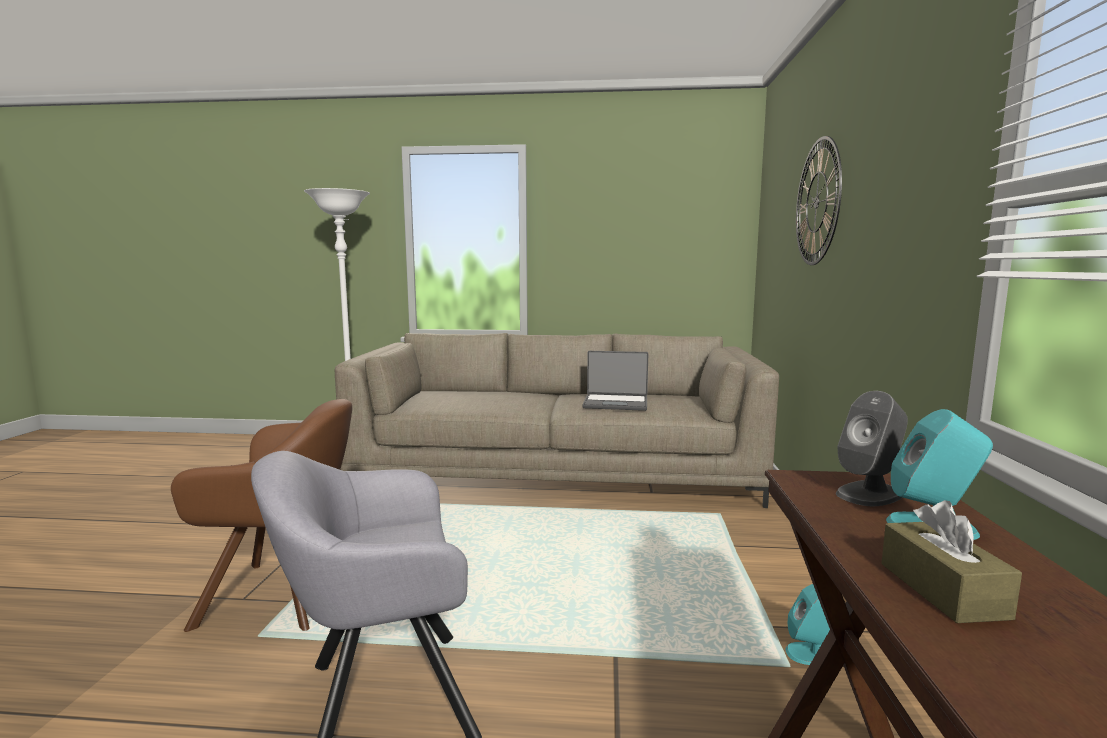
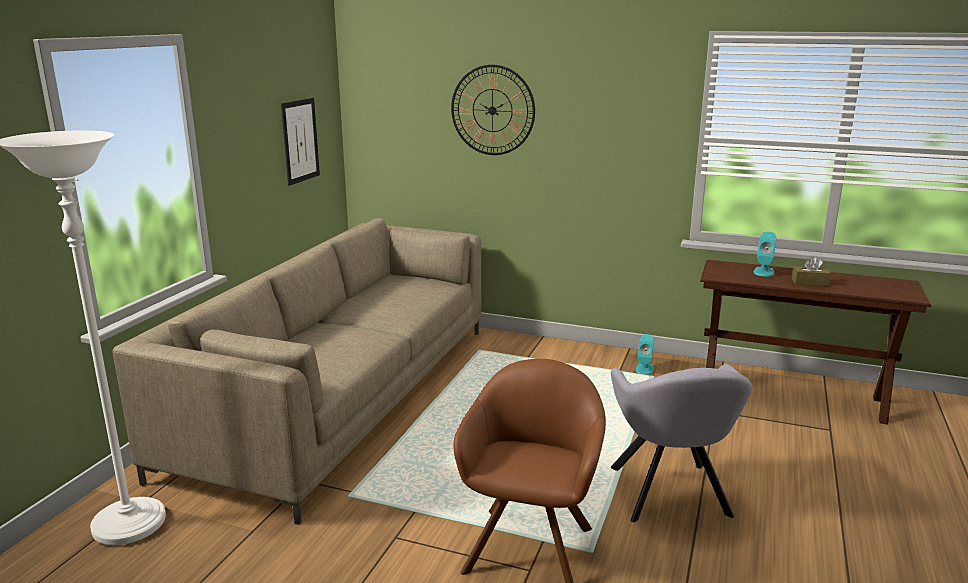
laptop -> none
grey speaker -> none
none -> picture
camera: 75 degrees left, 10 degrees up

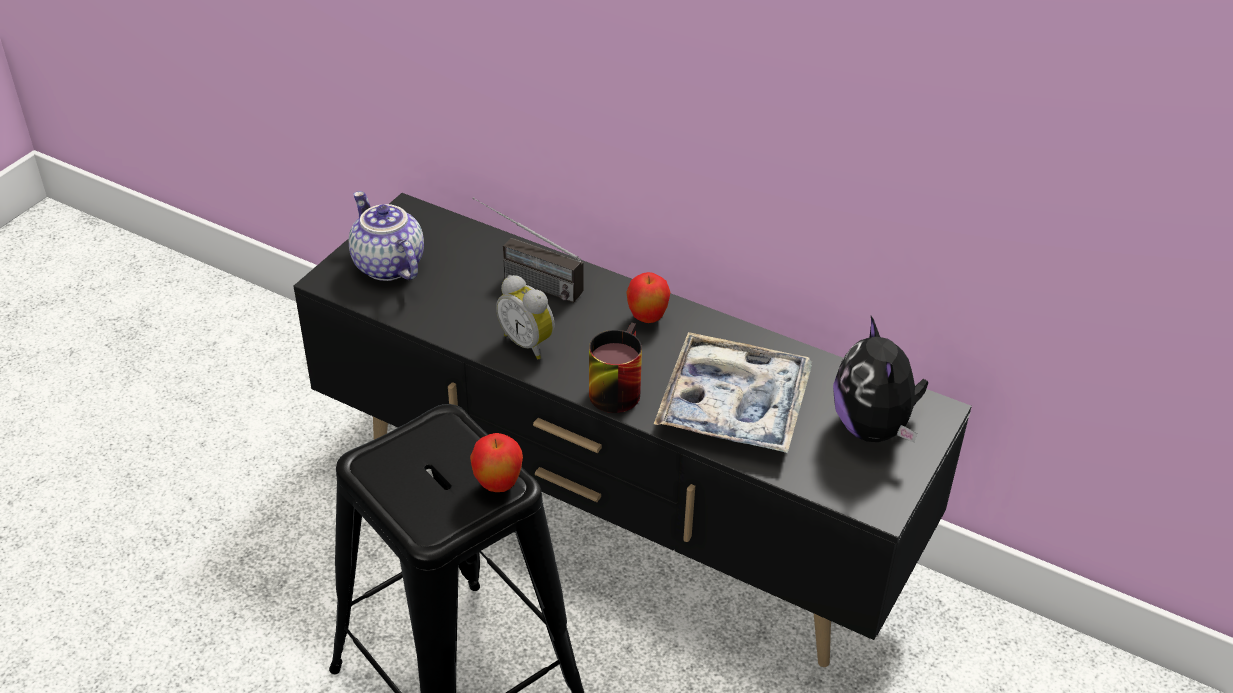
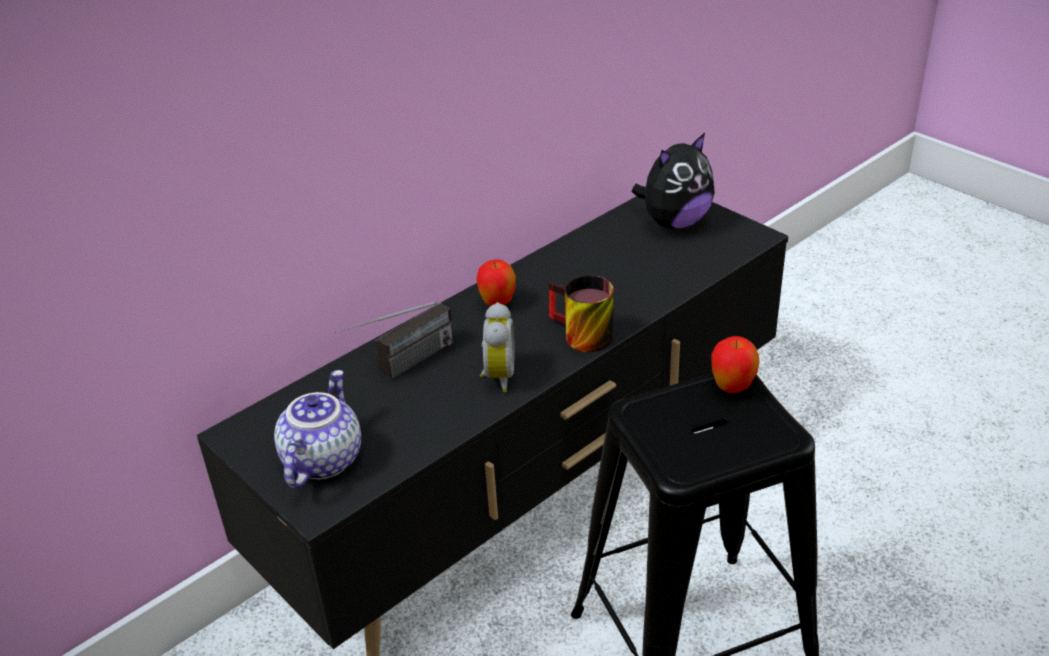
tray -> none
teapot, 120 degrees clockwise
alarm clock, 60 degrees counterclockwise
plush toy, 45 degrees counterclockwise
camera: 70 degrees left, 5 degrees down

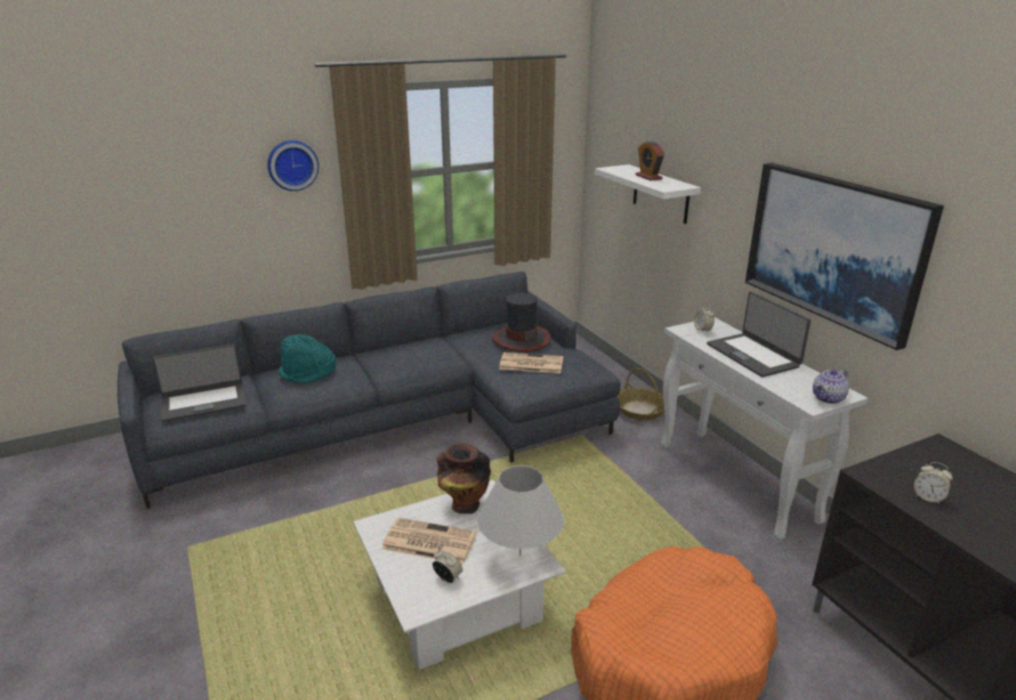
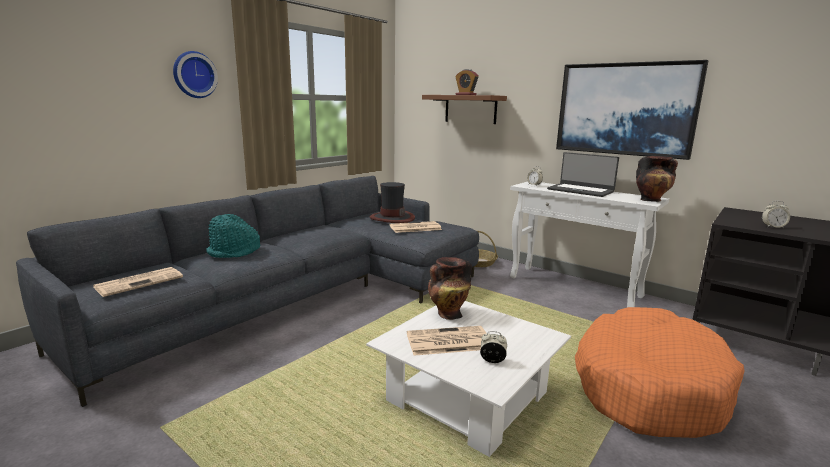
white table lamp -> none
laptop (no. 1 from left) -> newspaper (no. 1 from left)
teapot -> vase (no. 2 from left)
white shelf -> brown shelf
camera: 25 degrees left, 10 degrees down

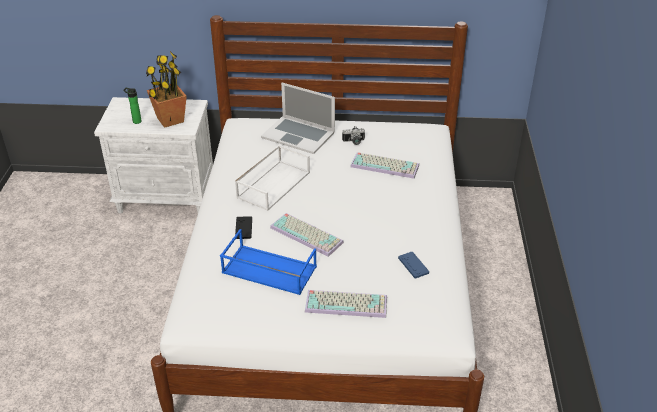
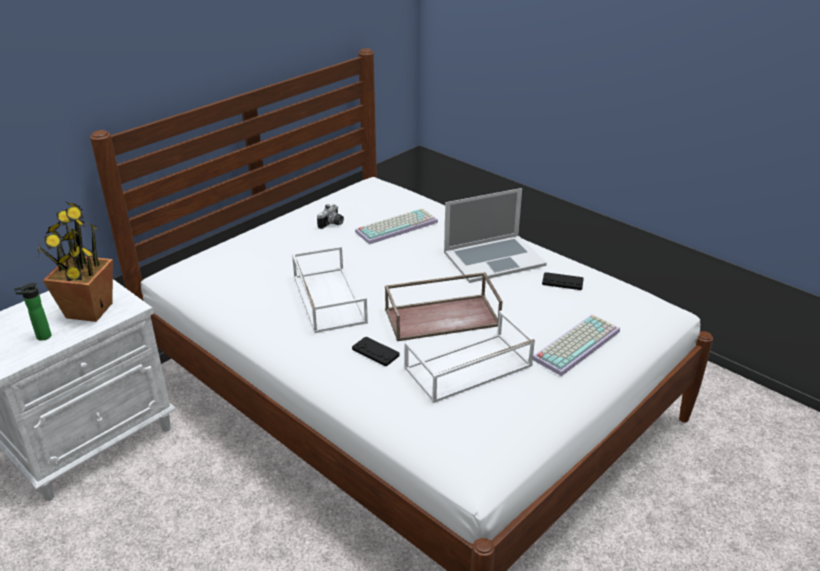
laptop, shifted
keyboard (no. 1 from left) -> brown tray
blue tray -> white tray (no. 2 from left)
blue game controller -> black game controller (no. 2 from left)
camera: 50 degrees left, 5 degrees down

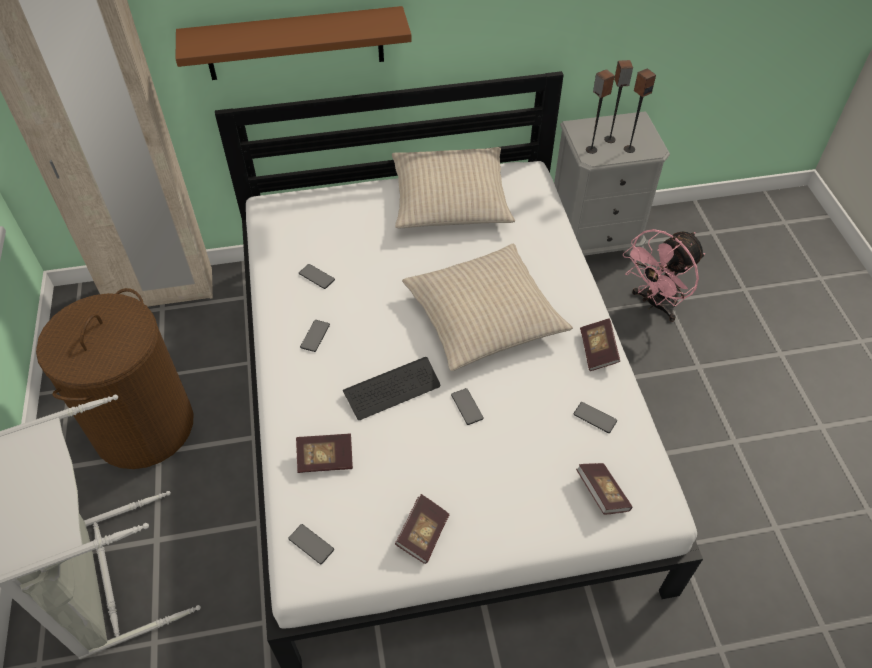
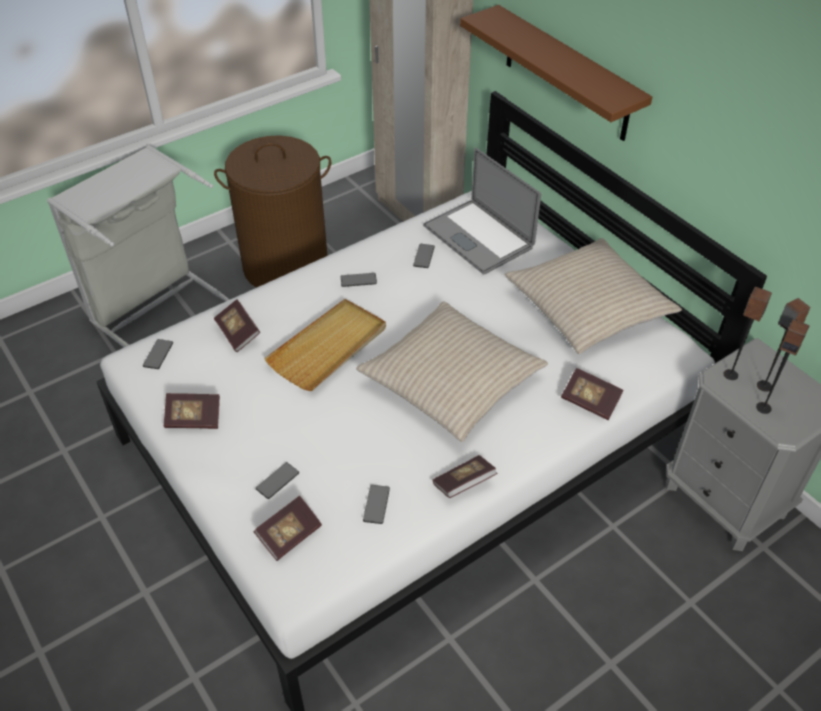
pink fan -> none
none -> laptop
none -> book (no. 5 from left)
phone (no. 4 from left in the first image) -> phone (no. 2 from left), shifted
keyboard -> beige tray
camera: 65 degrees right, 5 degrees down

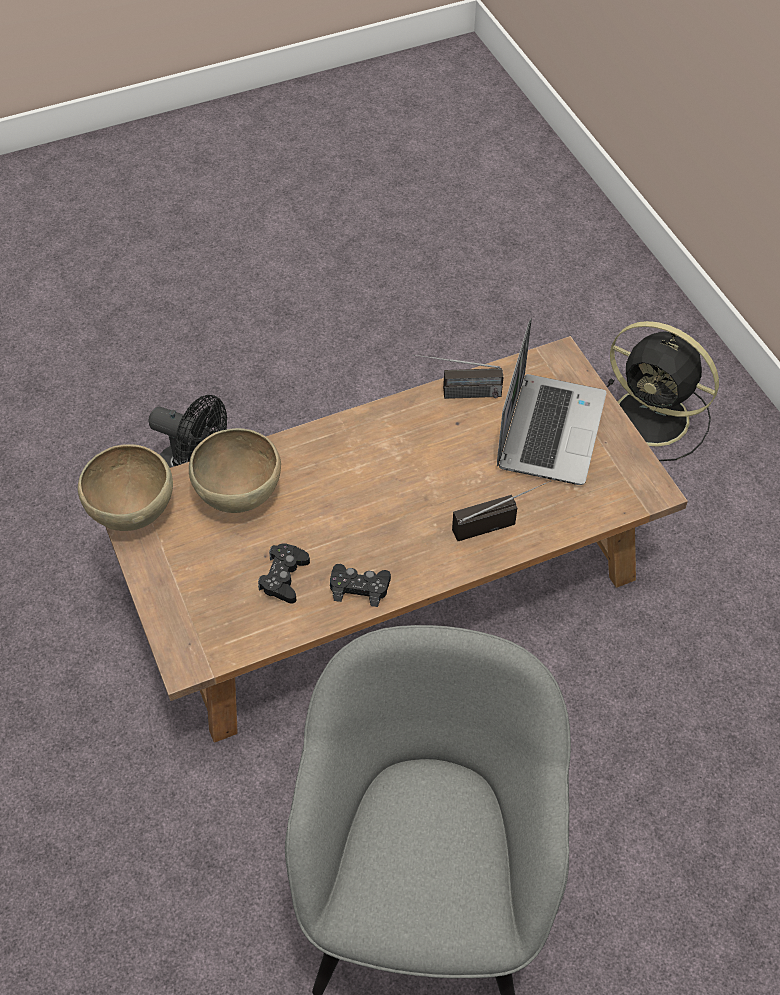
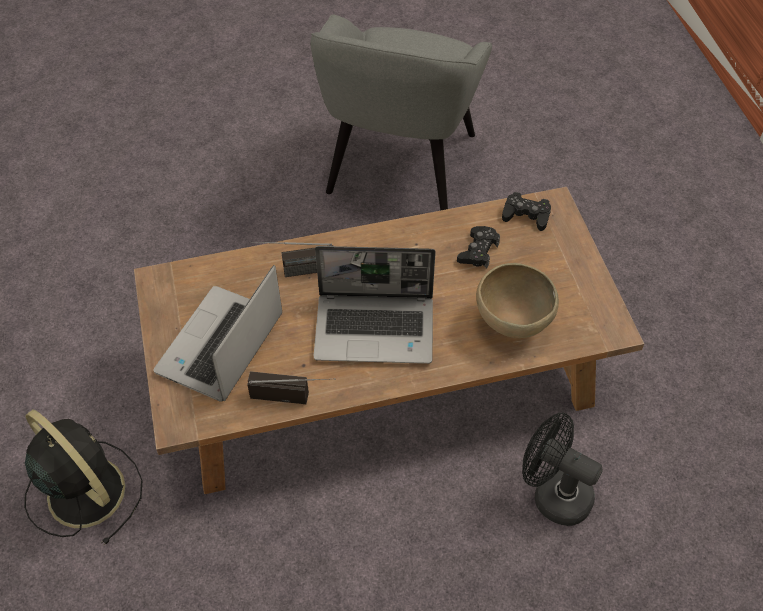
brown bowl (no. 1 from left) -> none
none -> laptop (no. 2 from left)
black game controller (no. 2 from left), shifted
camera: 170 degrees left, 0 degrees up

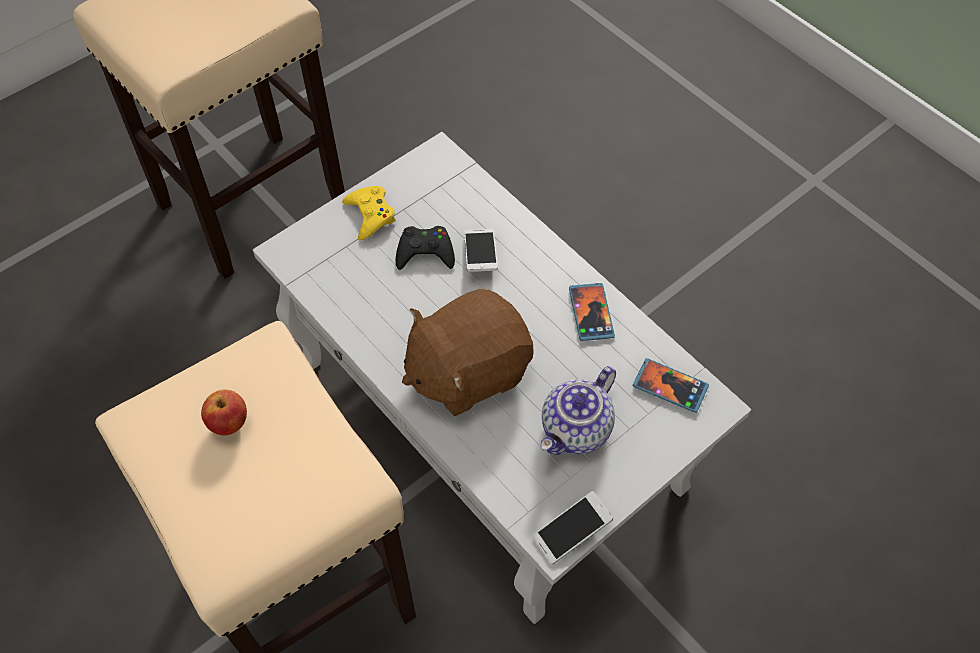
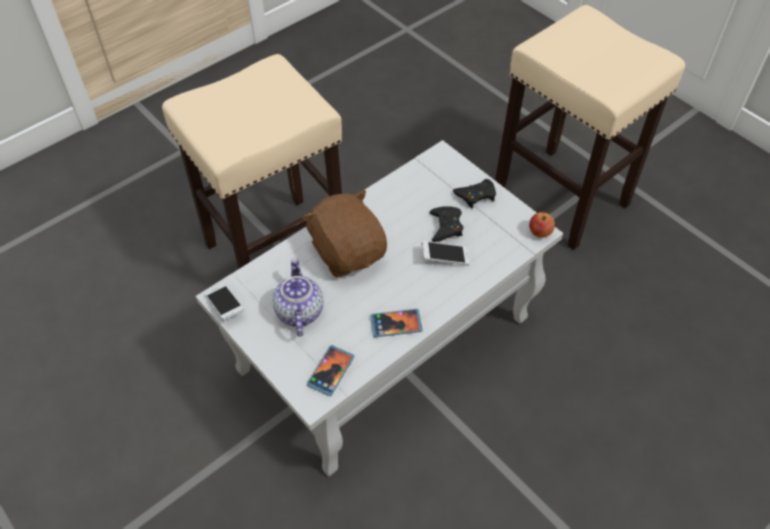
apple, shifted
yellow game controller -> black game controller (no. 2 from left)
teapot, 45 degrees clockwise
camera: 90 degrees right, 5 degrees down

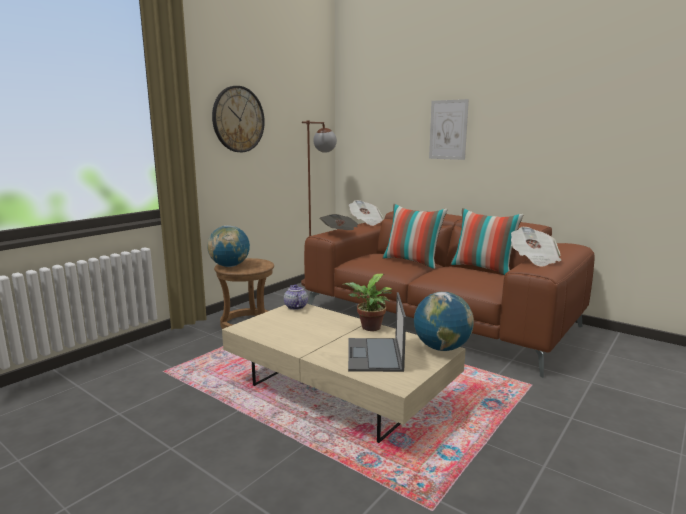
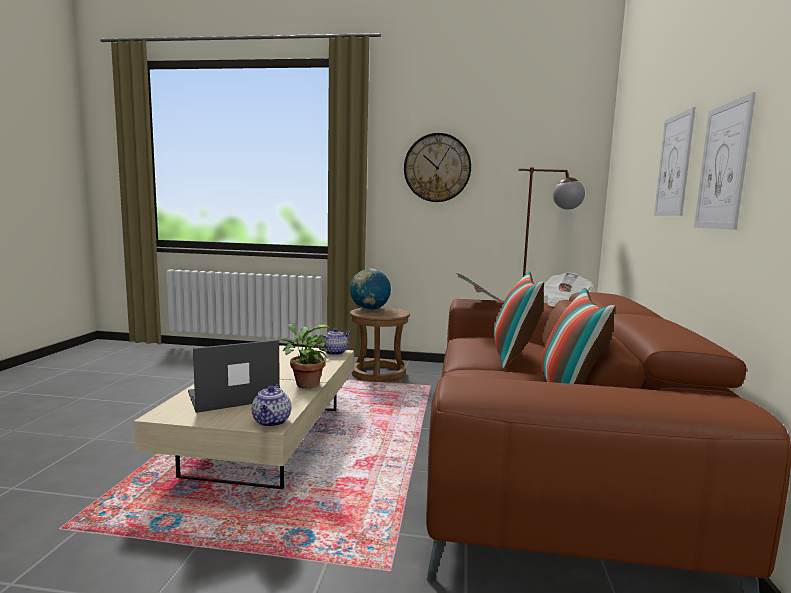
newspaper (no. 3 from left) -> none
none -> picture (no. 2 from left)
globe (no. 2 from left) -> teapot (no. 1 from left)
camera: 60 degrees right, 5 degrees down

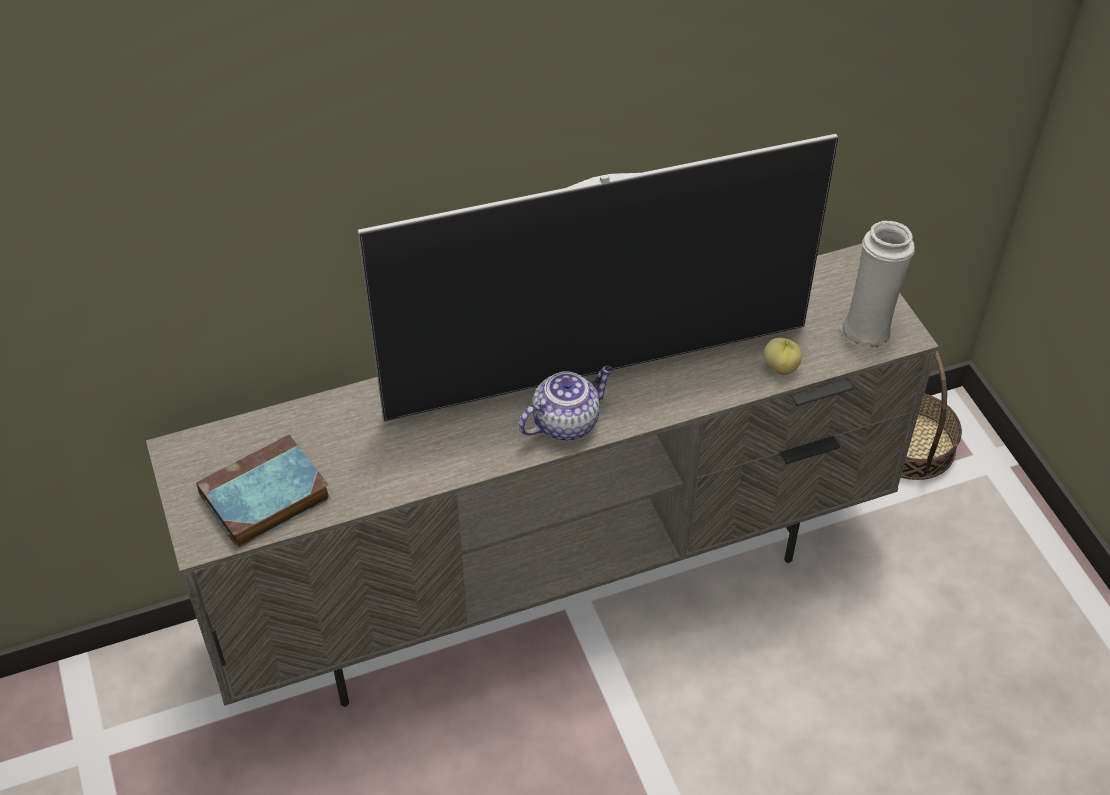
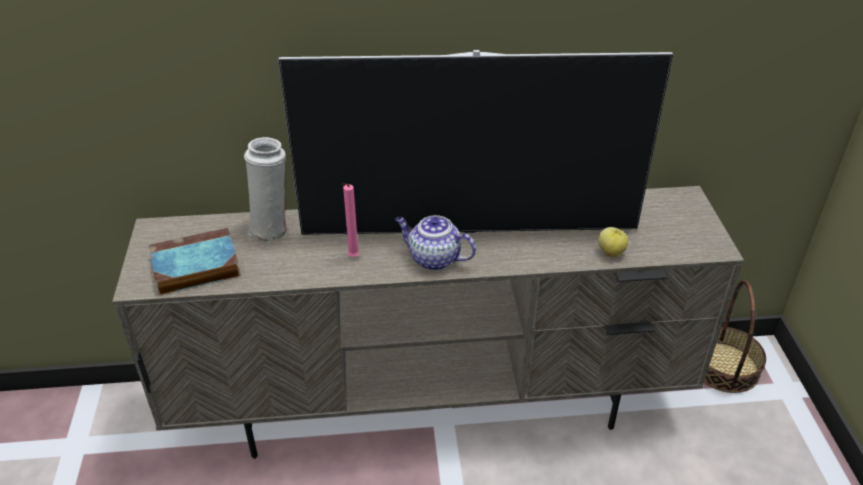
none -> pink candle
white vase, shifted
teapot, 135 degrees counterclockwise
camera: 15 degrees right, 10 degrees down

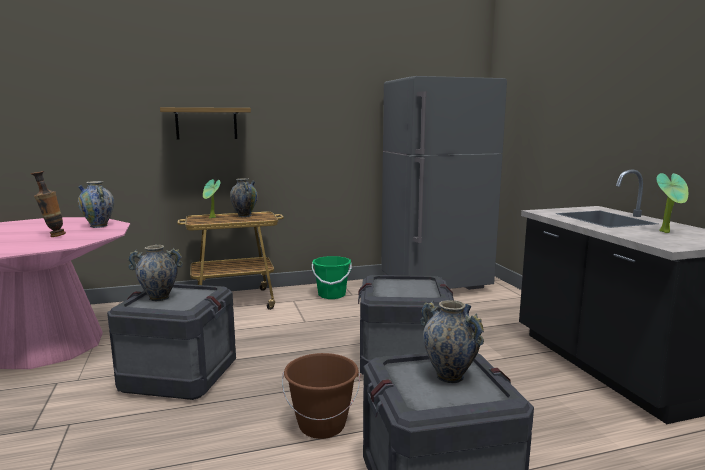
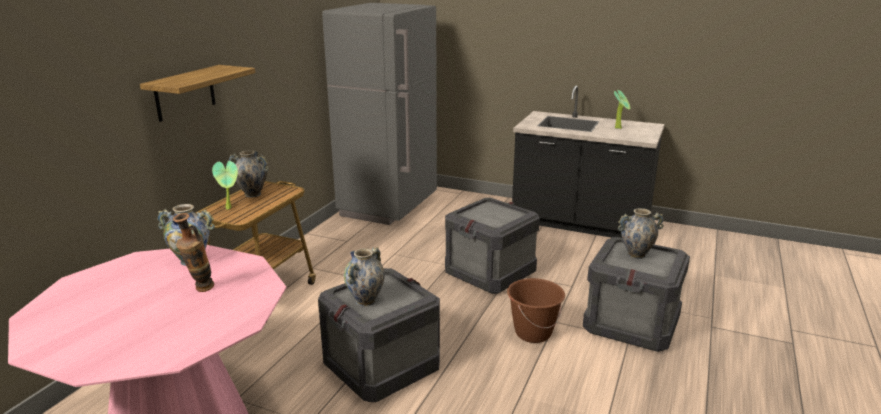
green bucket -> none
camera: 50 degrees left, 10 degrees up

